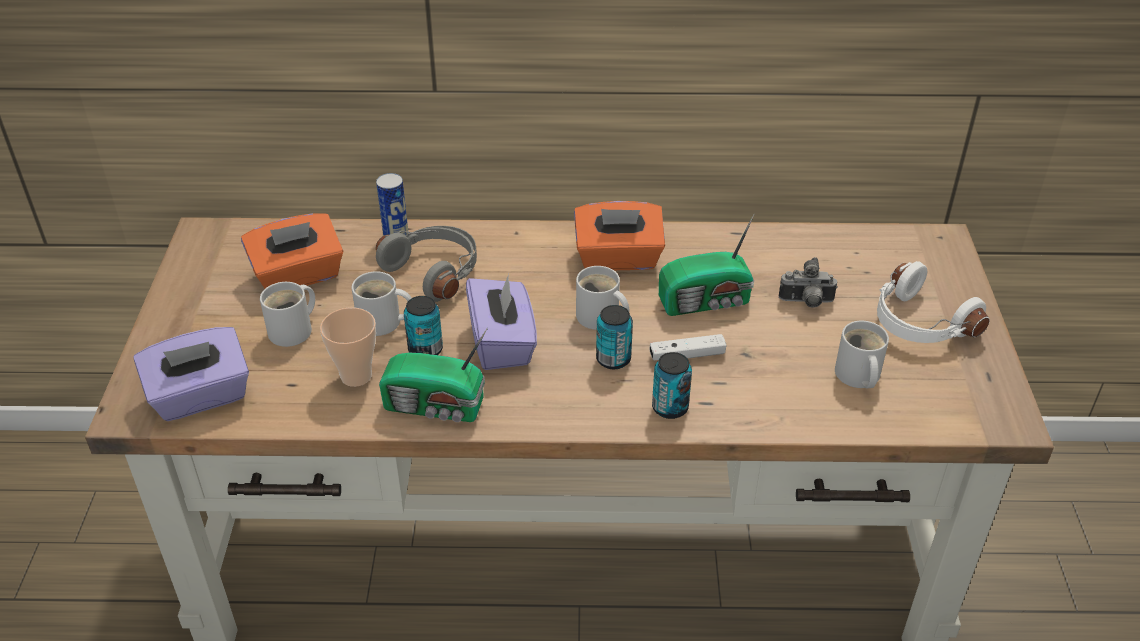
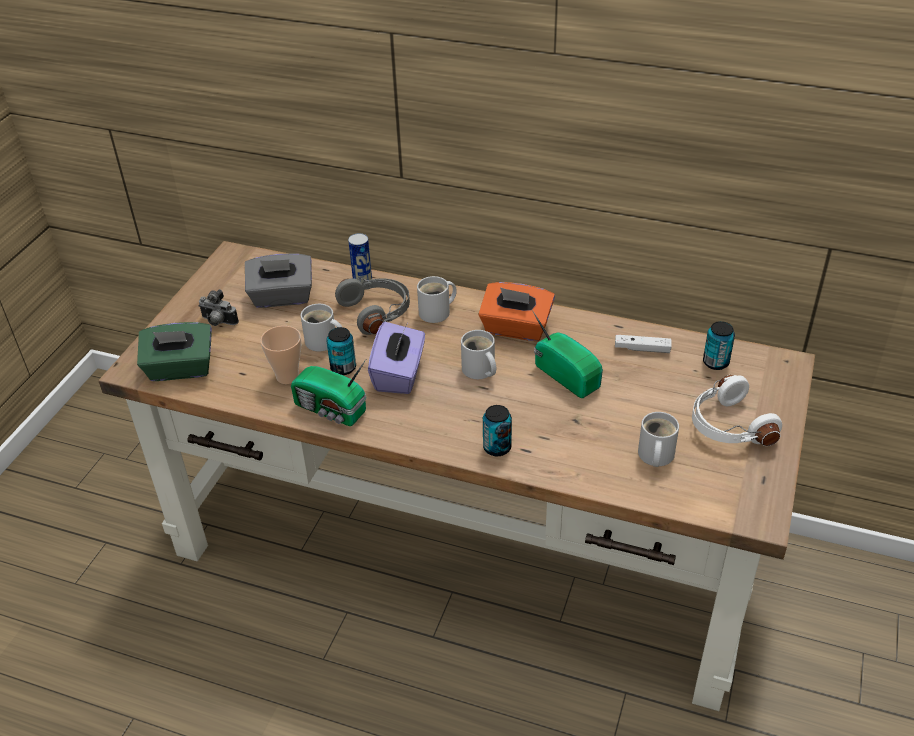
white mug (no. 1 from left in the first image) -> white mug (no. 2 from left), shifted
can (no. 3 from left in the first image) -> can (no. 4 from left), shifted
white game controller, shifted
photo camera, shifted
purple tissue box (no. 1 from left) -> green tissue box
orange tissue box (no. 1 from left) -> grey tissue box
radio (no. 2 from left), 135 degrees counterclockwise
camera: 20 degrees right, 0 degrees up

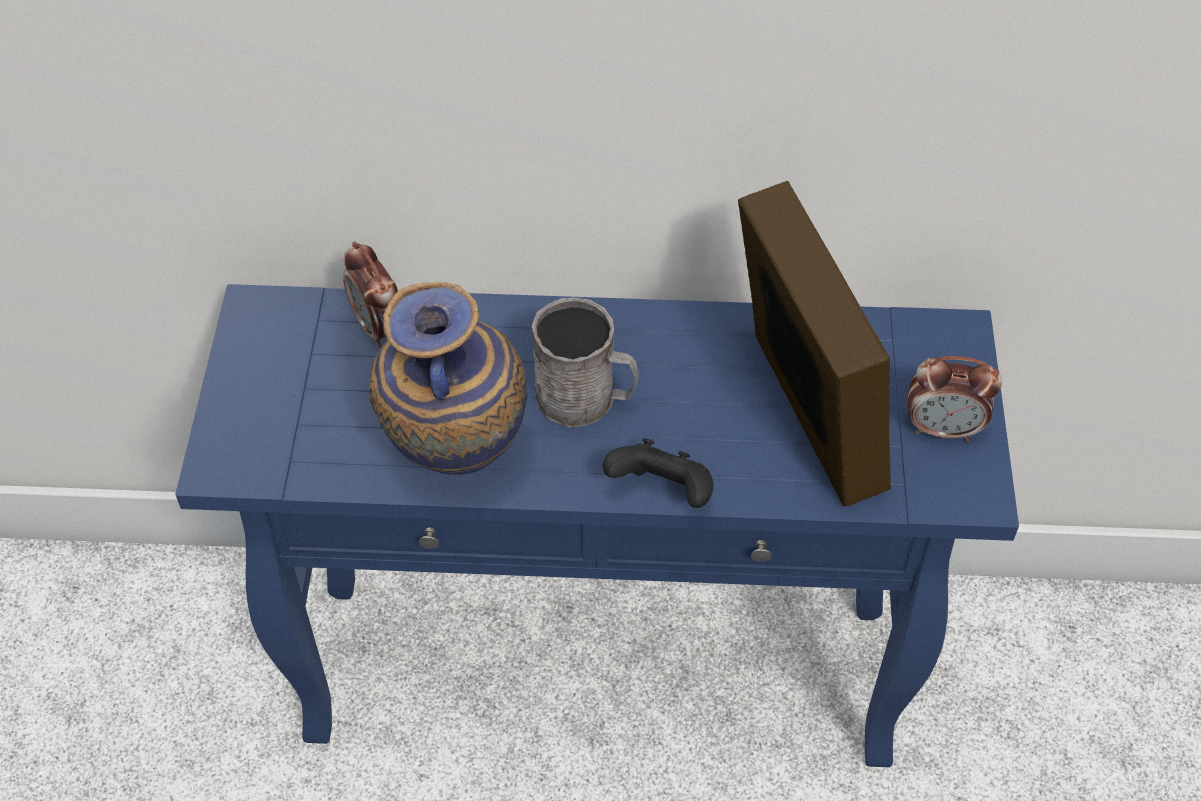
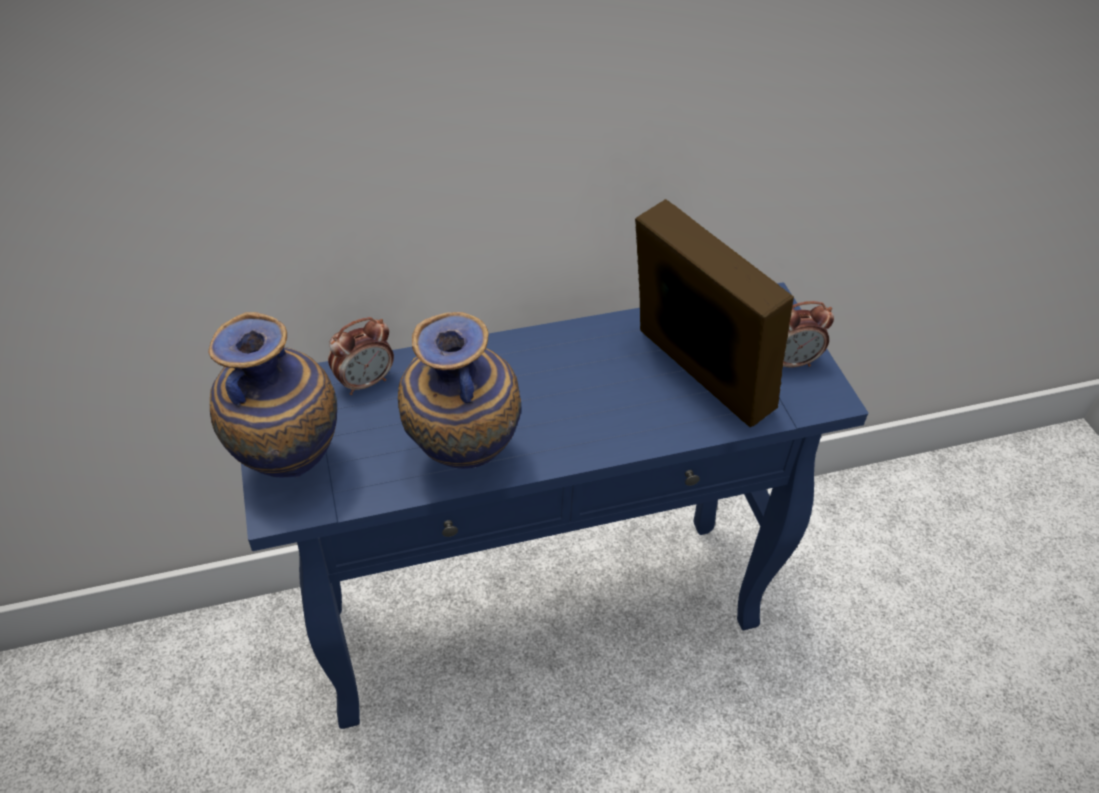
grey mug -> none
black game controller -> none
none -> vase (no. 1 from left)
alarm clock (no. 1 from left), 75 degrees counterclockwise
camera: 20 degrees left, 5 degrees down

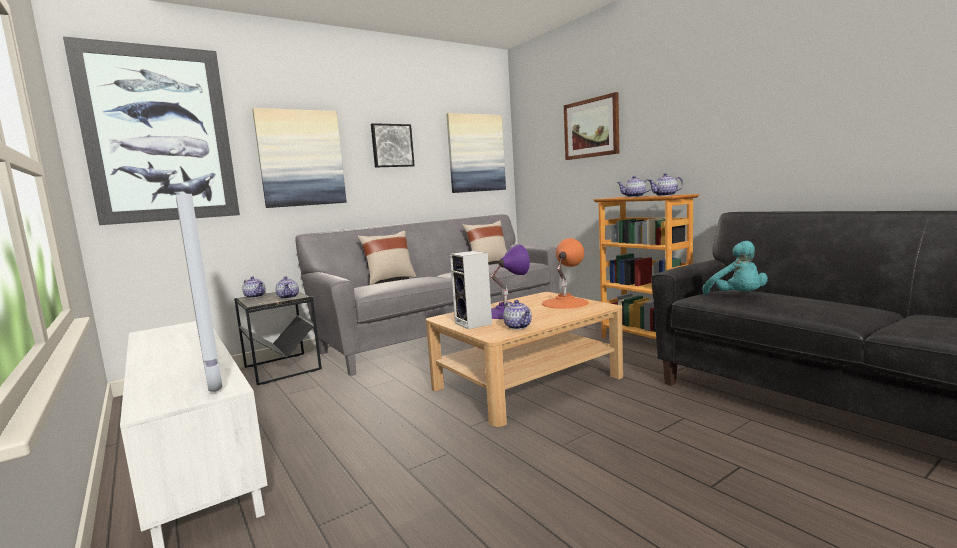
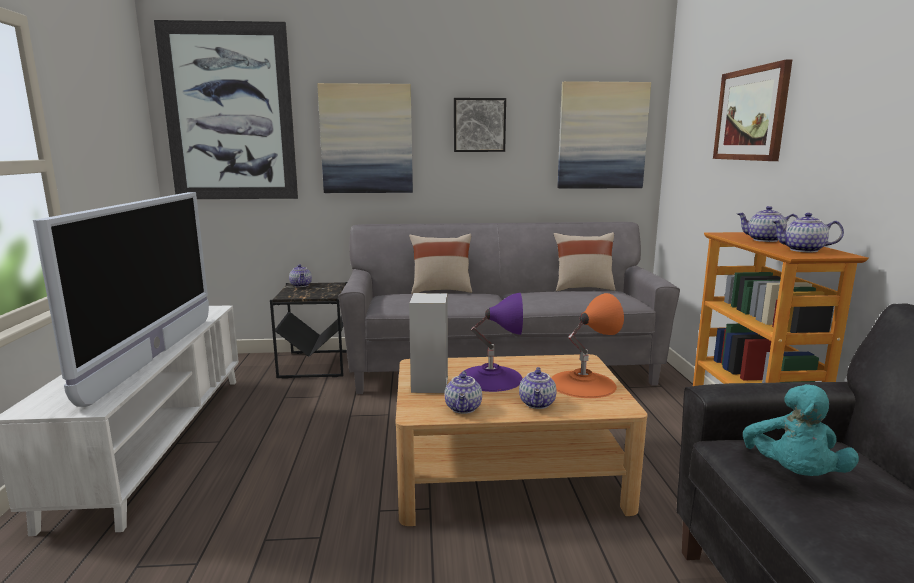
teapot (no. 2 from left in the first image) -> teapot (no. 3 from left), shifted
camera: 30 degrees right, 5 degrees up

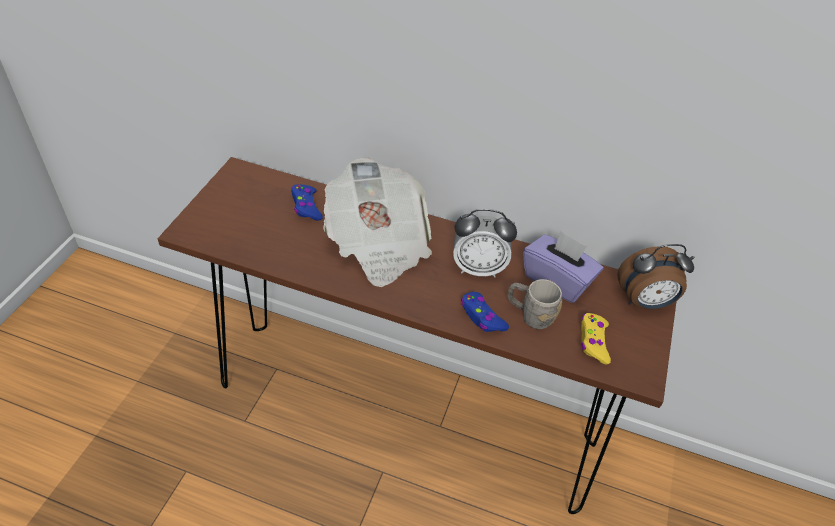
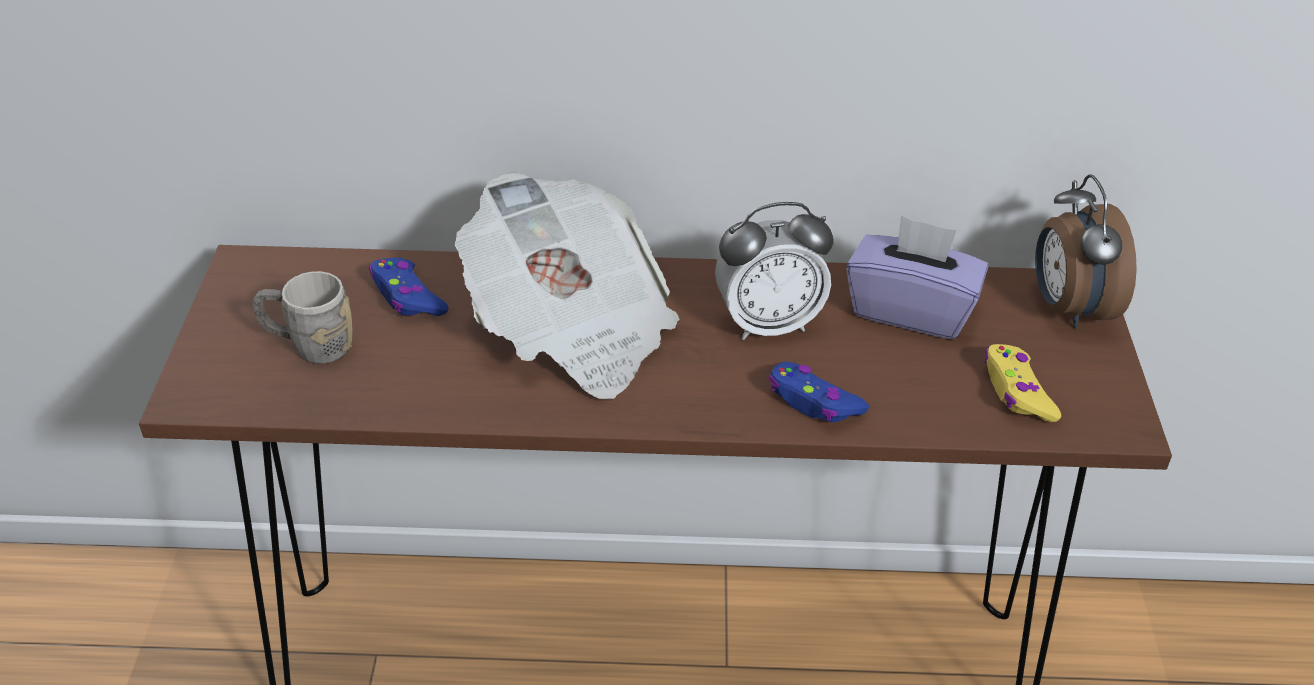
grey mug, shifted
alarm clock (no. 2 from left), 105 degrees clockwise
camera: 15 degrees left, 5 degrees down

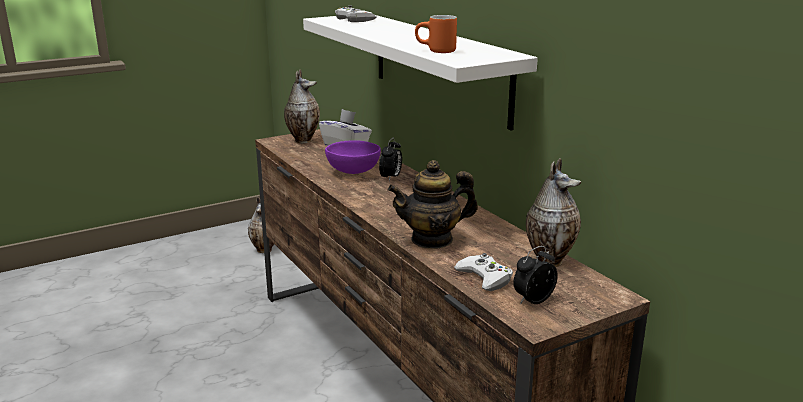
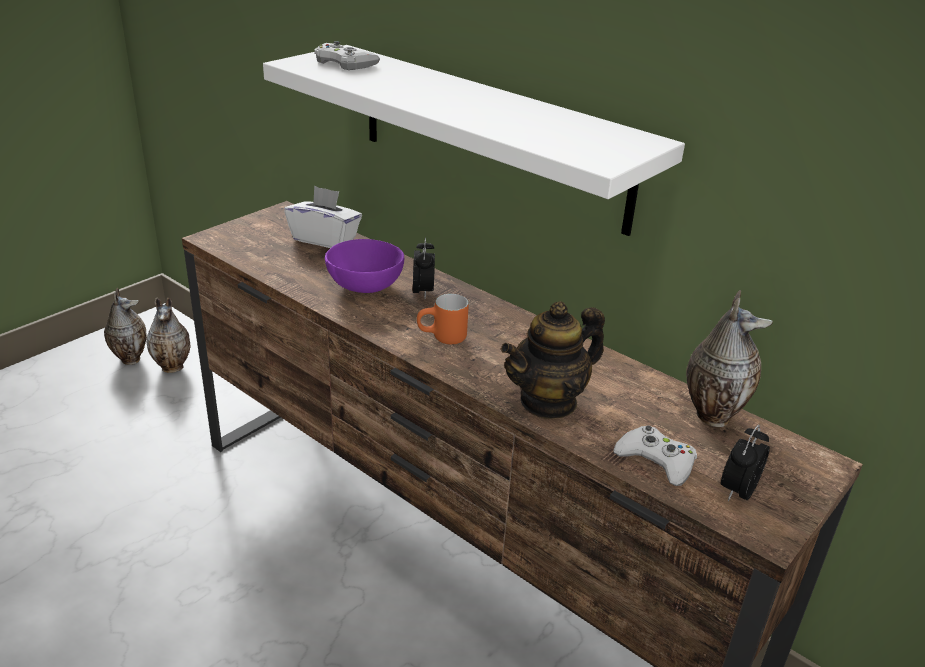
vase (no. 2 from left in the first image) -> vase (no. 1 from left), shifted
orange mug, shifted
camera: 20 degrees left, 10 degrees up

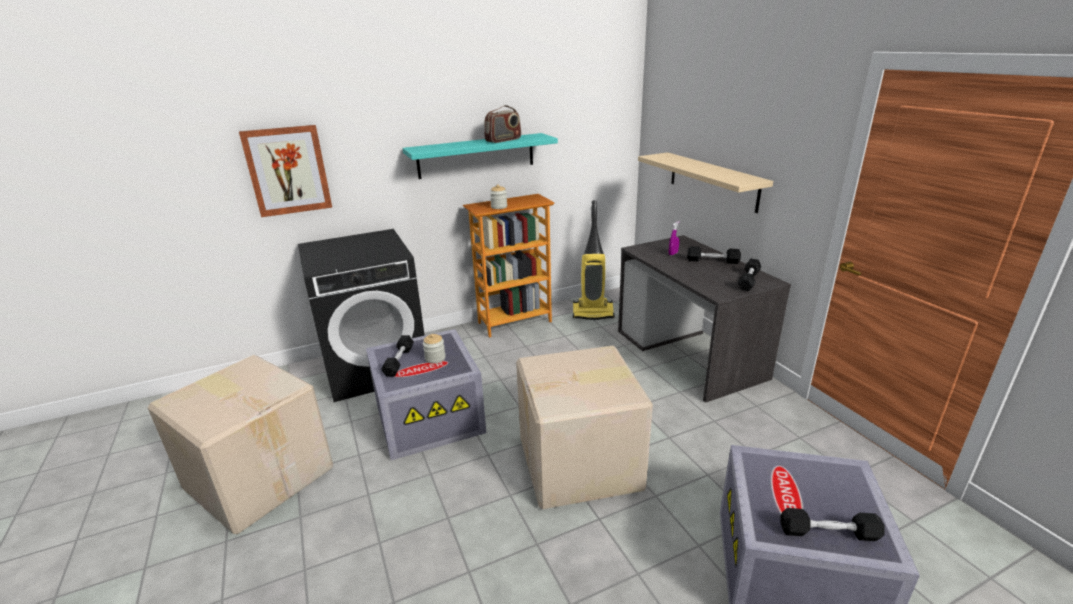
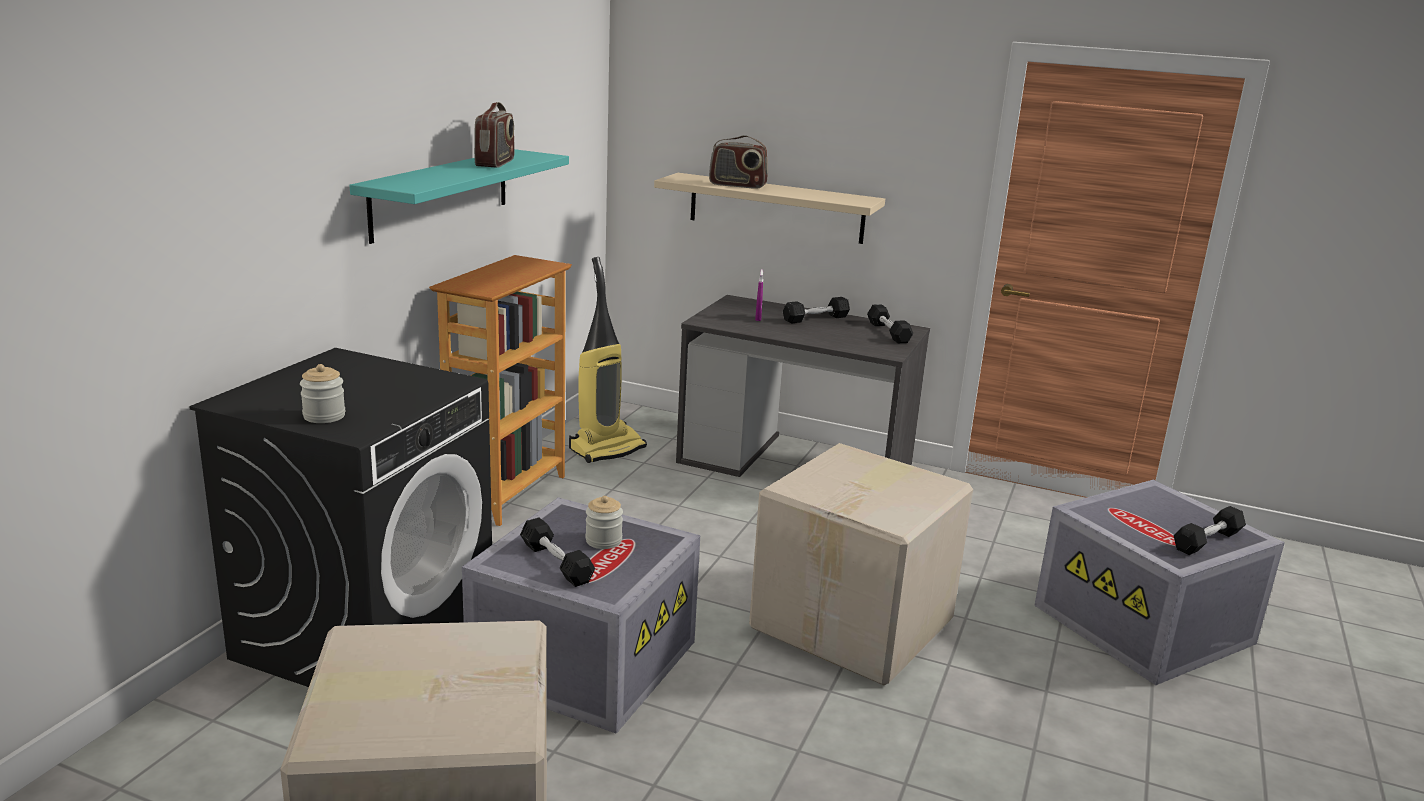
picture -> none
none -> radio (no. 2 from left)
jar (no. 2 from left in the first image) -> jar (no. 1 from left), shifted
camera: 45 degrees left, 5 degrees down

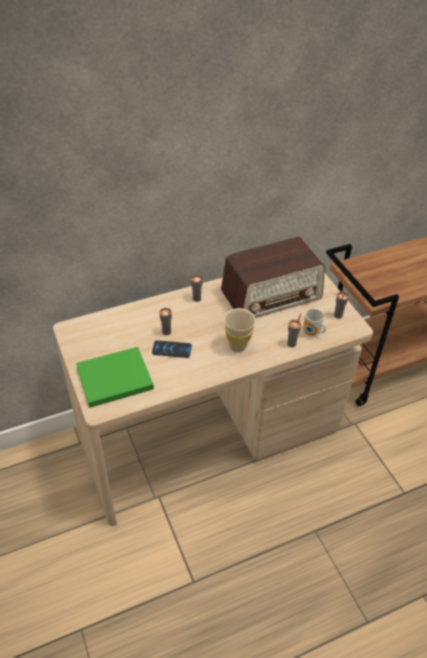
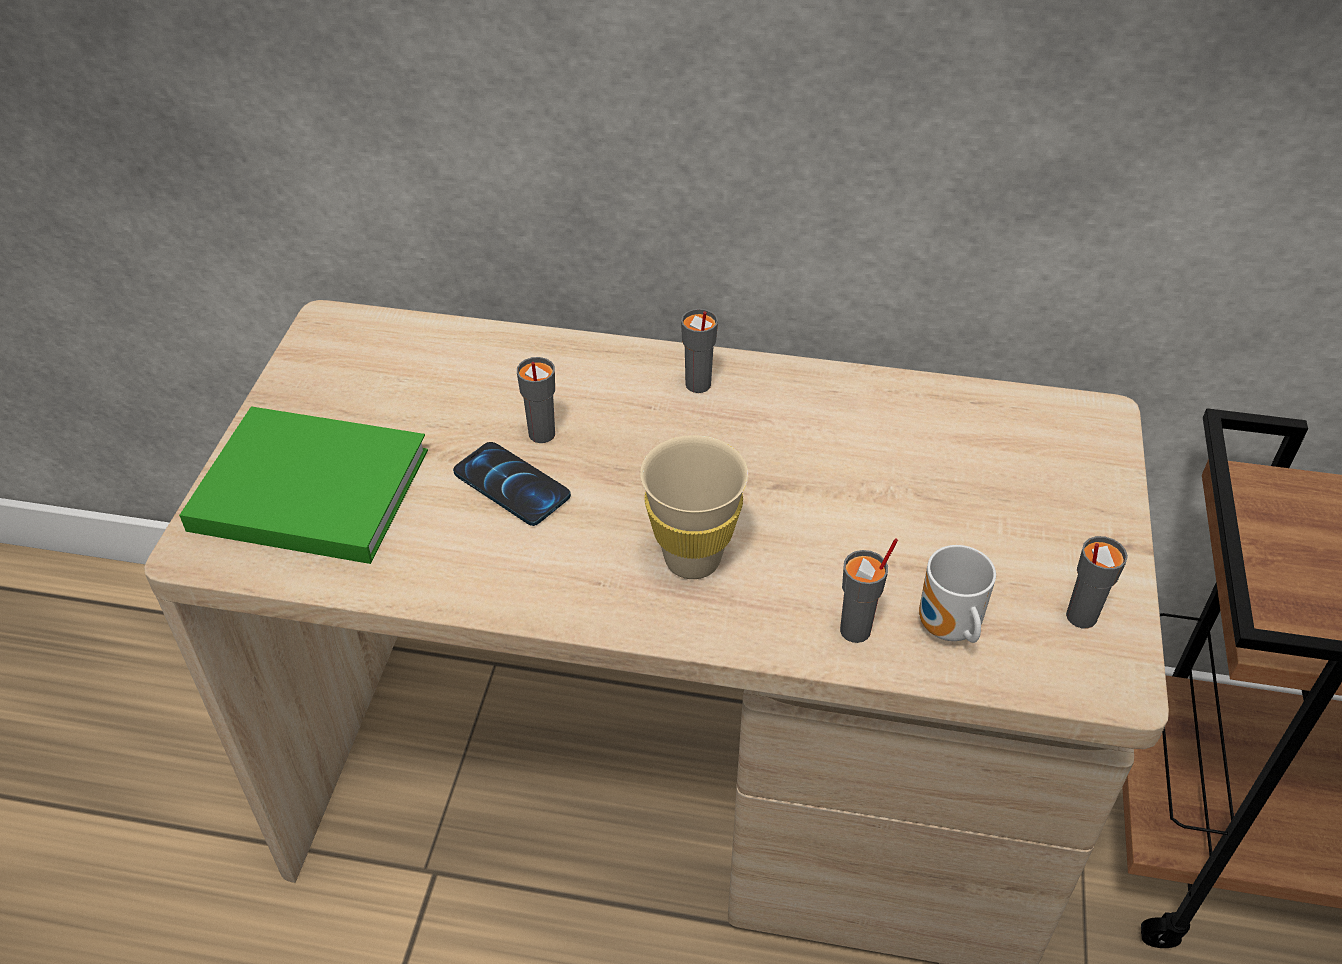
radio -> none
camera: 35 degrees right, 0 degrees up

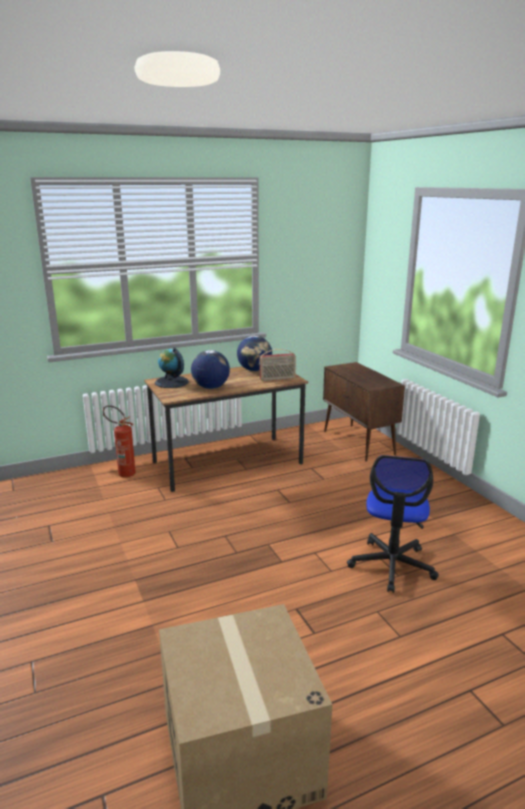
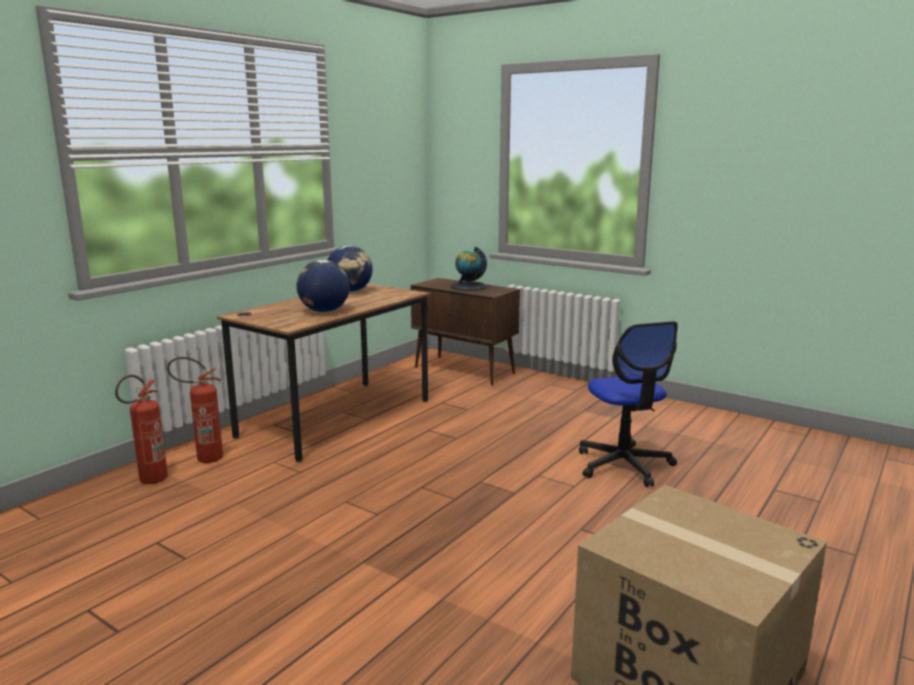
radio -> none
none -> fire extinguisher (no. 1 from left)
globe (no. 1 from left in the first image) -> globe (no. 3 from left), shifted
camera: 30 degrees left, 5 degrees down

